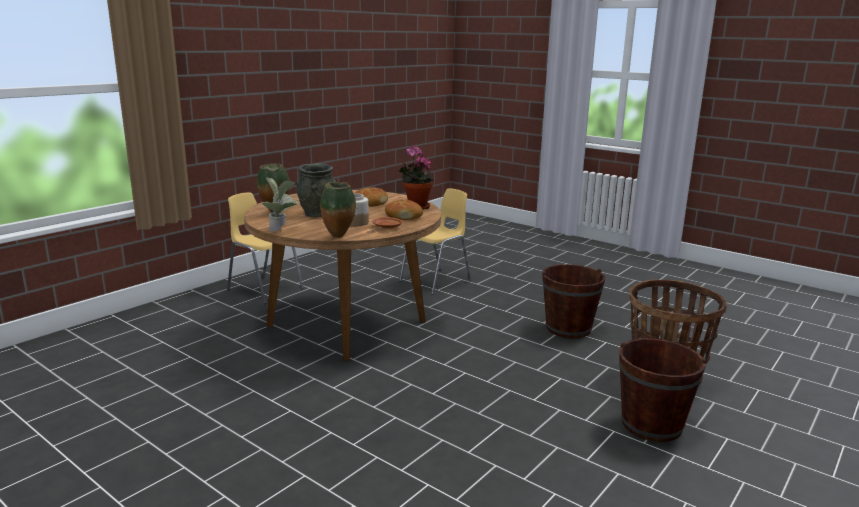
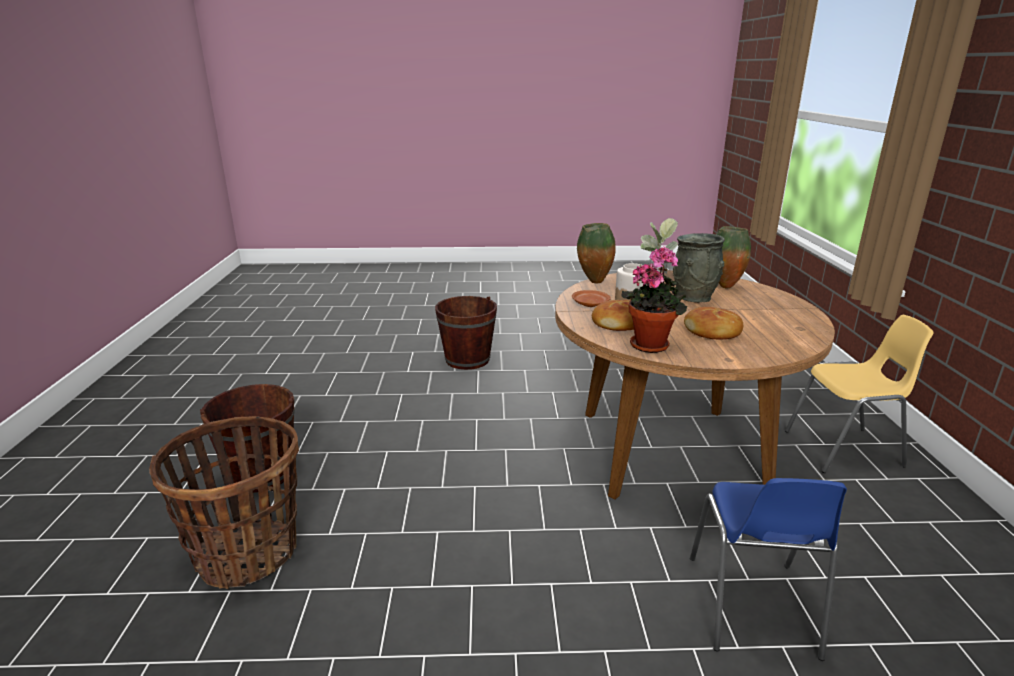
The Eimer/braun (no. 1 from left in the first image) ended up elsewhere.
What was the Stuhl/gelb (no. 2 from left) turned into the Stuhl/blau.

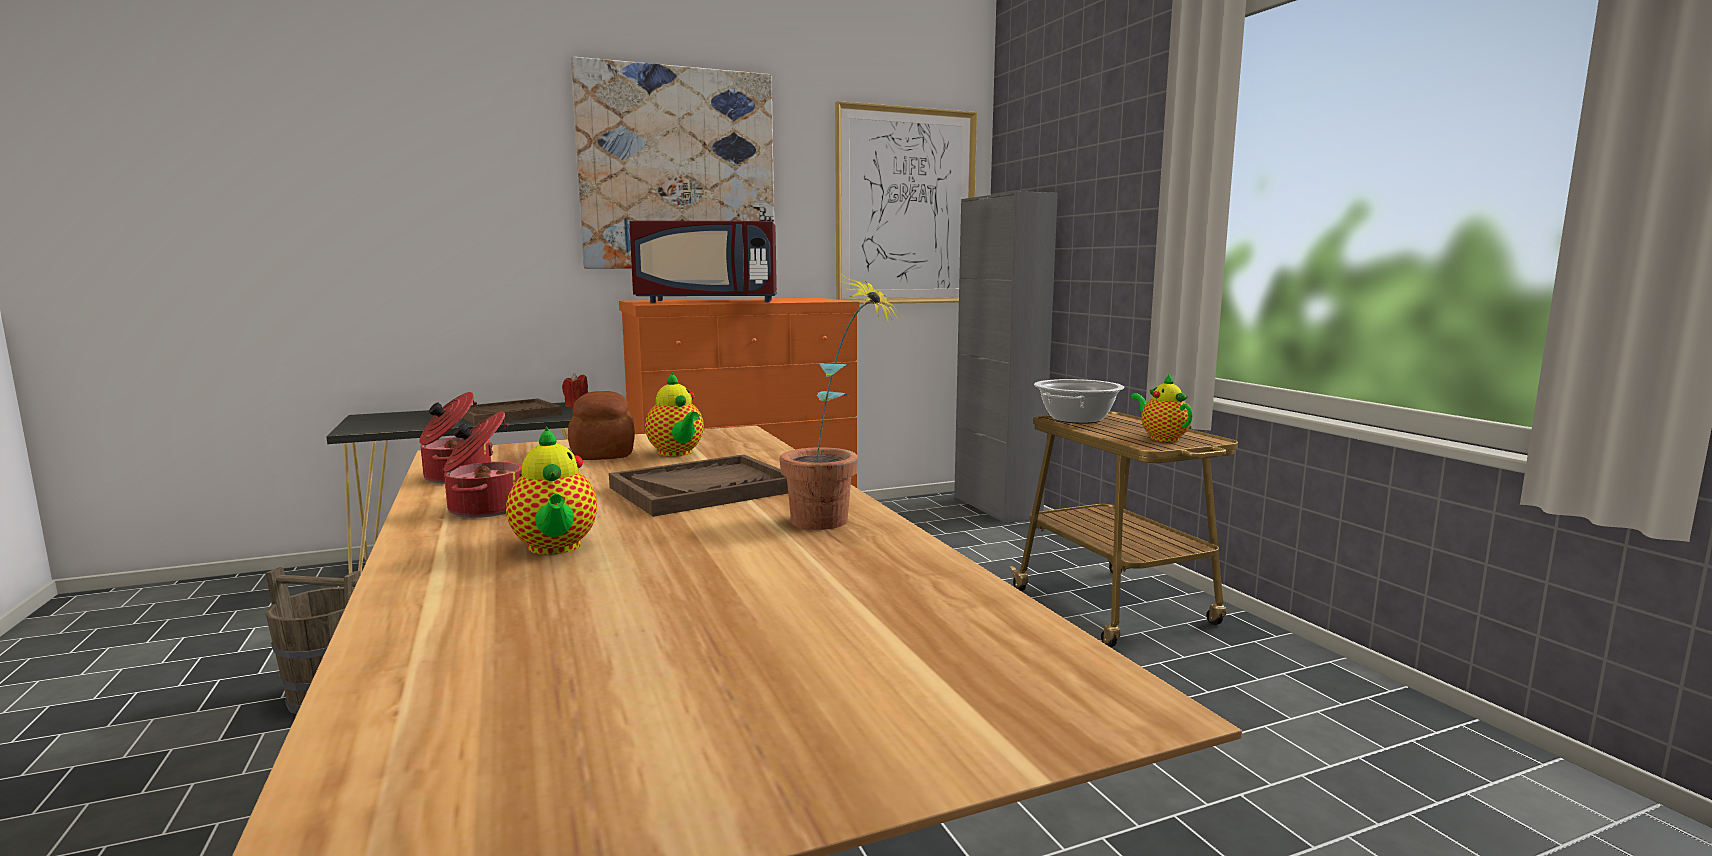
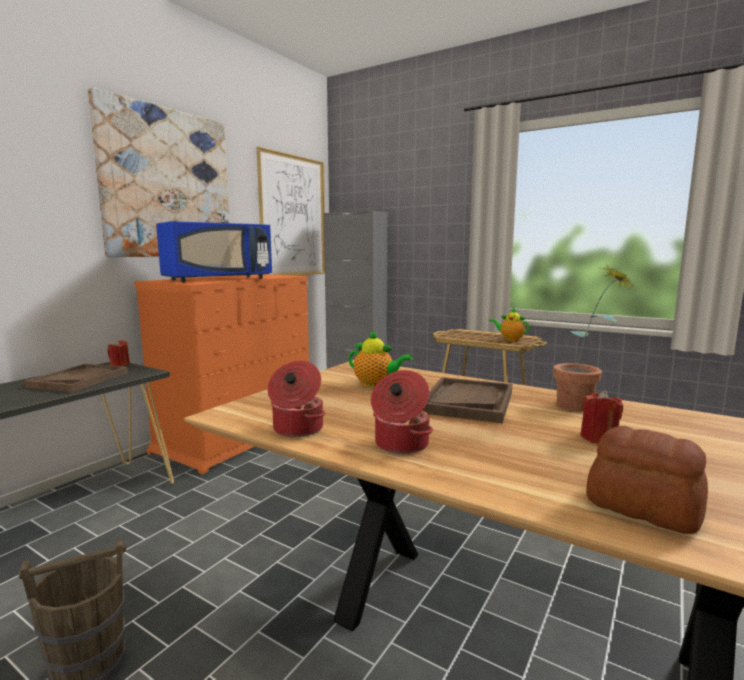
What was the Mikrowelle/rot turned into the Mikrowelle/blau.
The second view gained the Kerze/rot (no. 2 from left).
The Brot ended up elsewhere.
The second view lost the Teekanne (no. 1 from left).
The second view lost the Kochtopf (no. 3 from left).

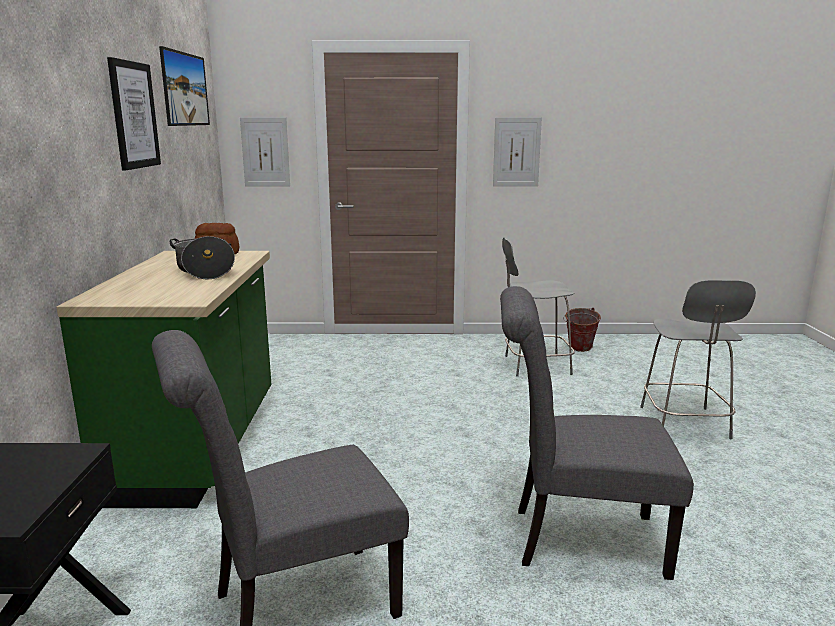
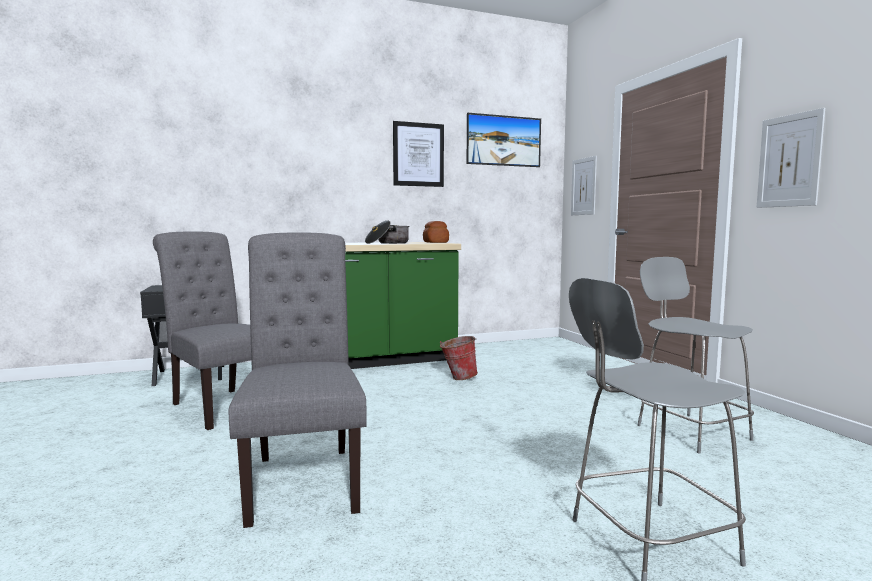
The Eimer ended up elsewhere.

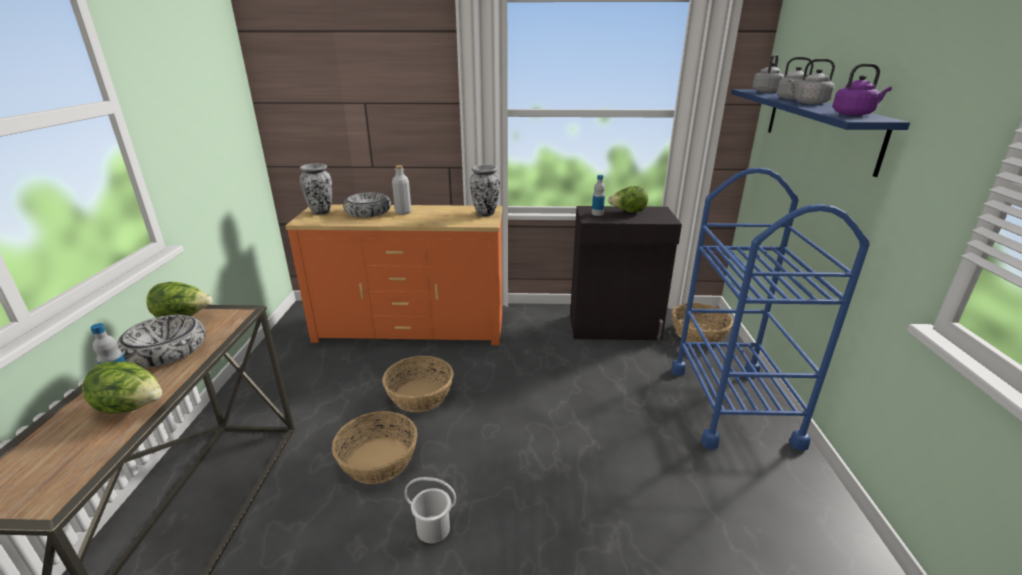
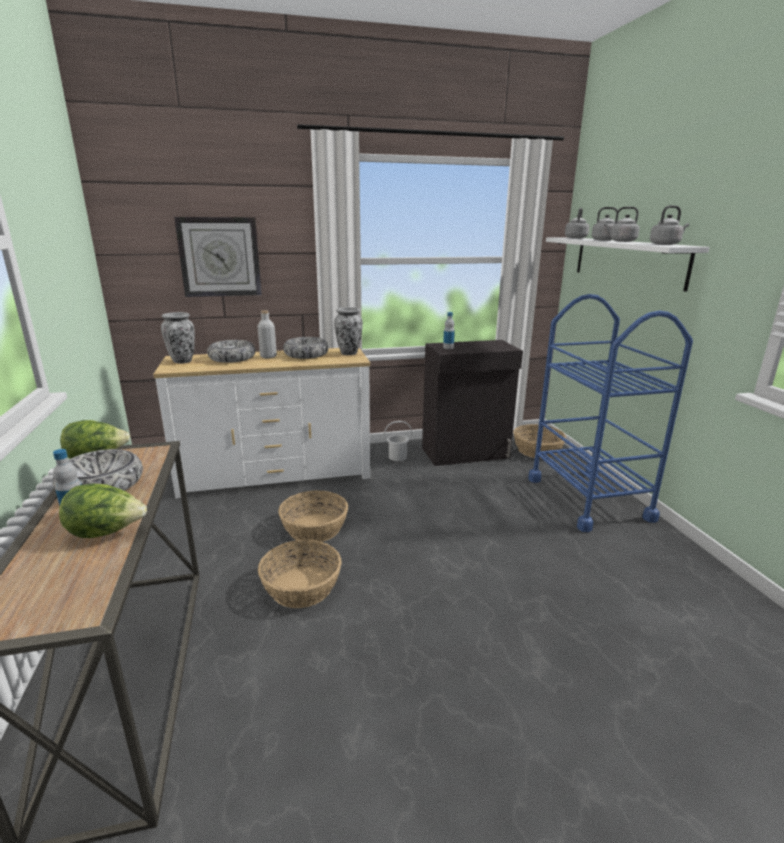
What was the Kommode/orange turned into the Kommode/weiß.
The second view gained the Wanduhr.
The second view gained the Schüssel (no. 3 from left).
The Eimer/weiß ended up elsewhere.
What was the Wandregal/blau turned into the Wandregal/weiß.
What was the Wasserkessel/lila turned into the Wasserkessel/grau (no. 4 from left).
The second view lost the Salatkopf (no. 3 from left).

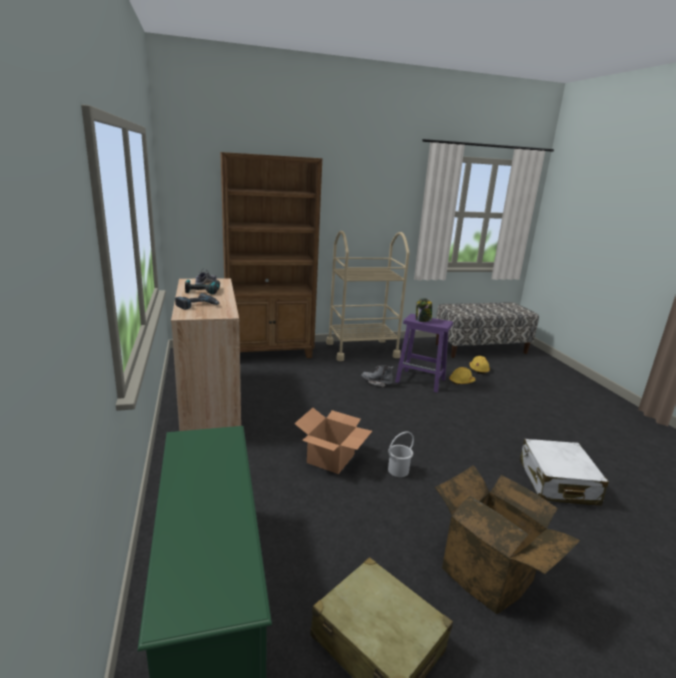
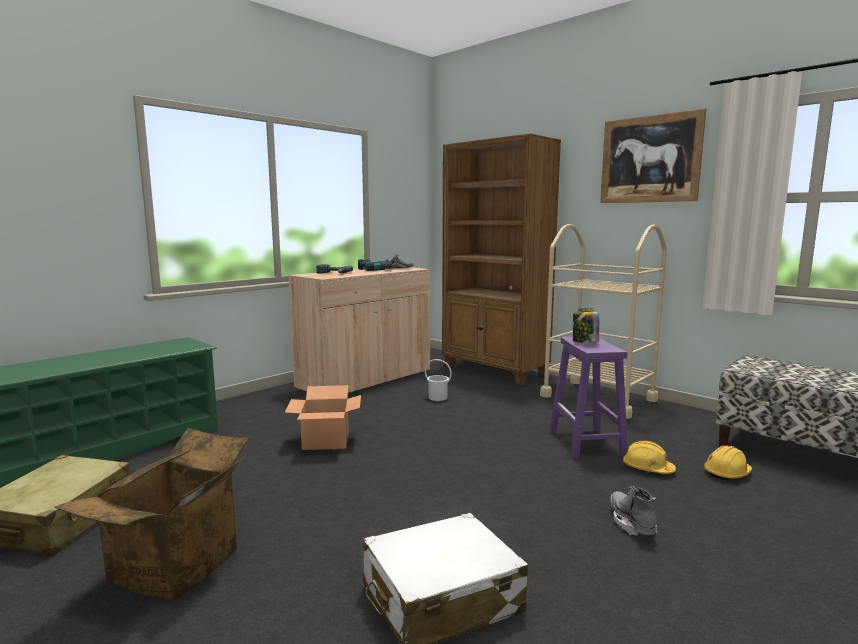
The Eimer/weiß ended up elsewhere.
The second view gained the Bild.
The Stiefel/grau ended up elsewhere.

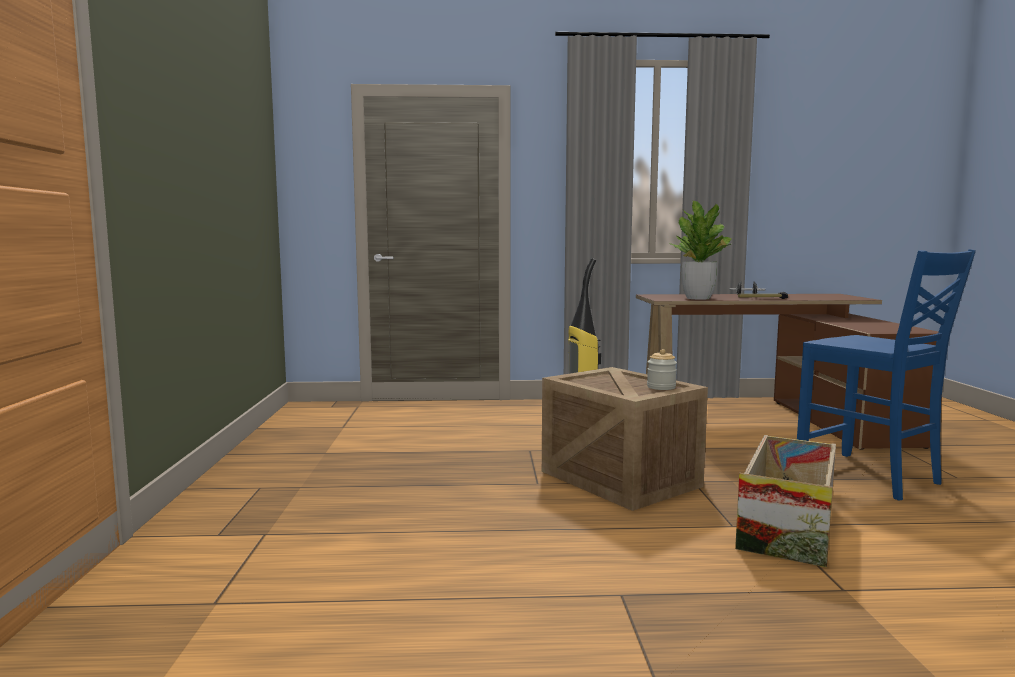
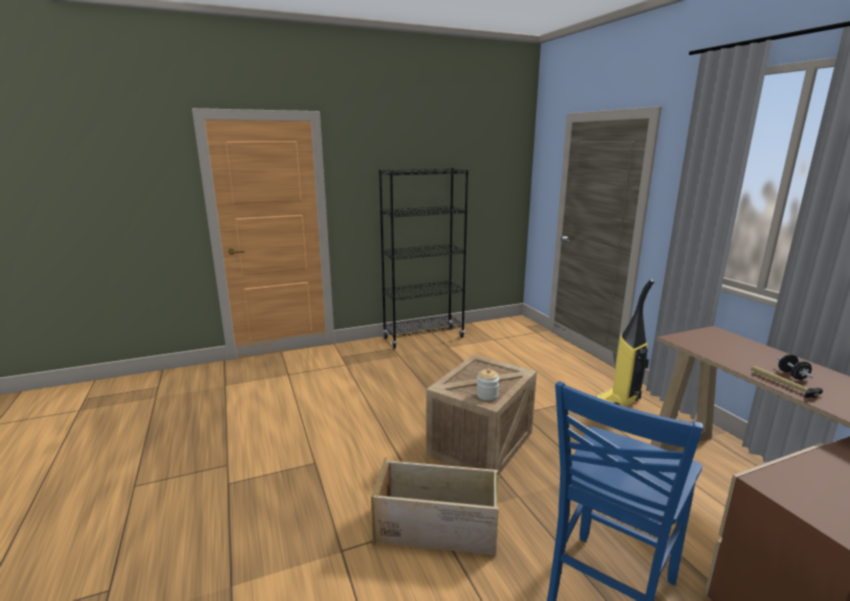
The second view gained the Bücherregal/schwarz.
The second view lost the Topfpflanze.

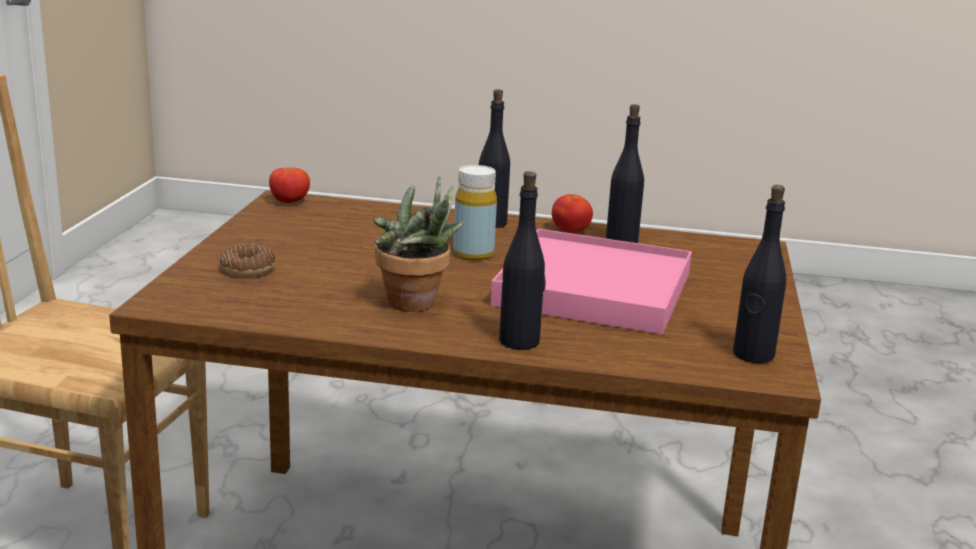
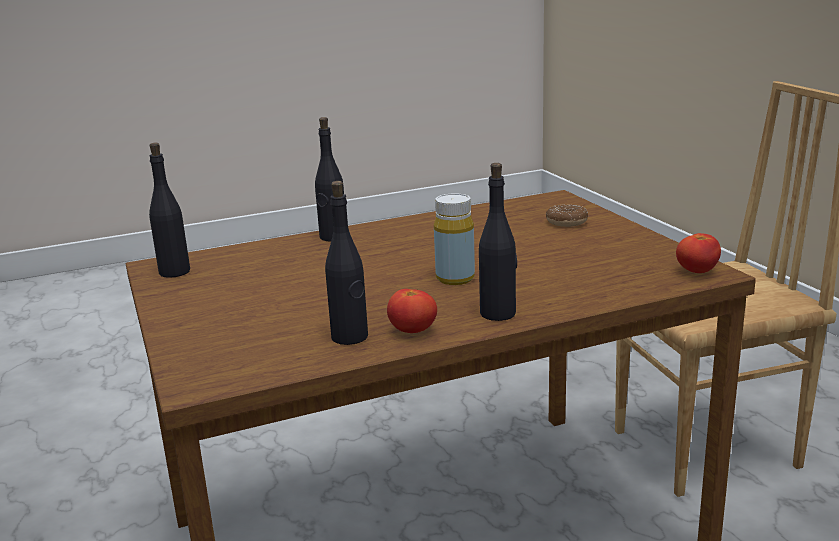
The second view lost the Topfpflanze.
The second view lost the Tablett/rosa.

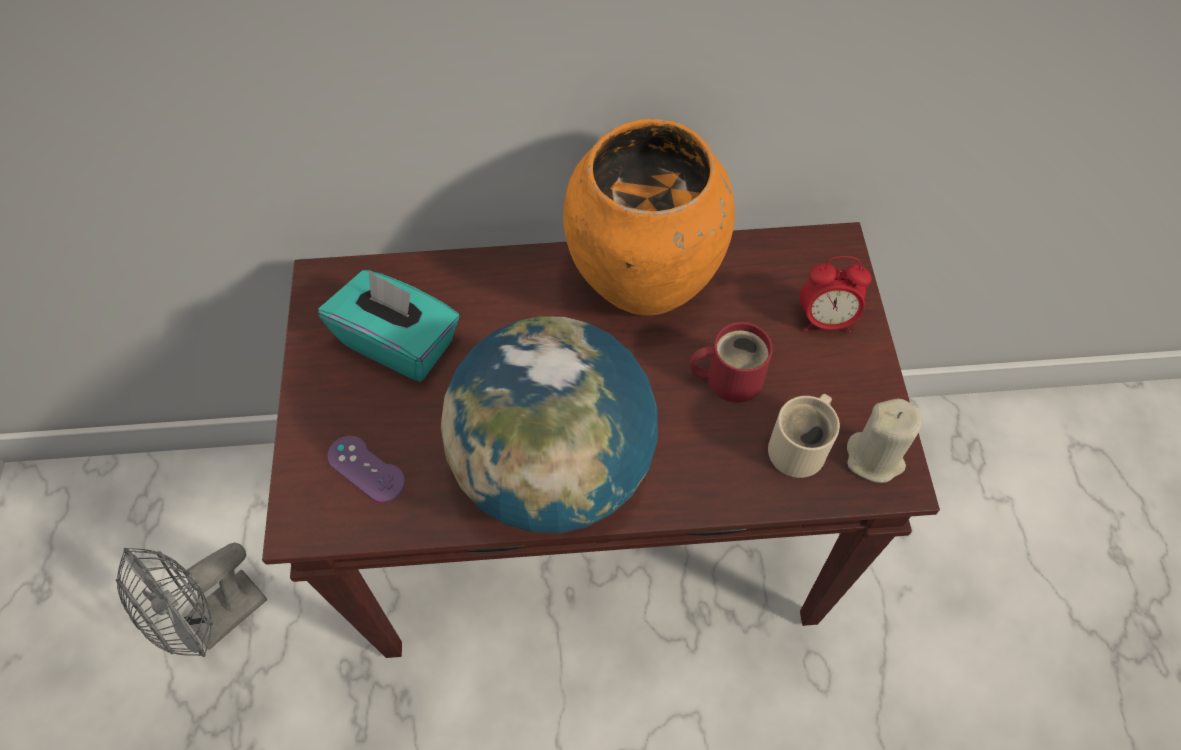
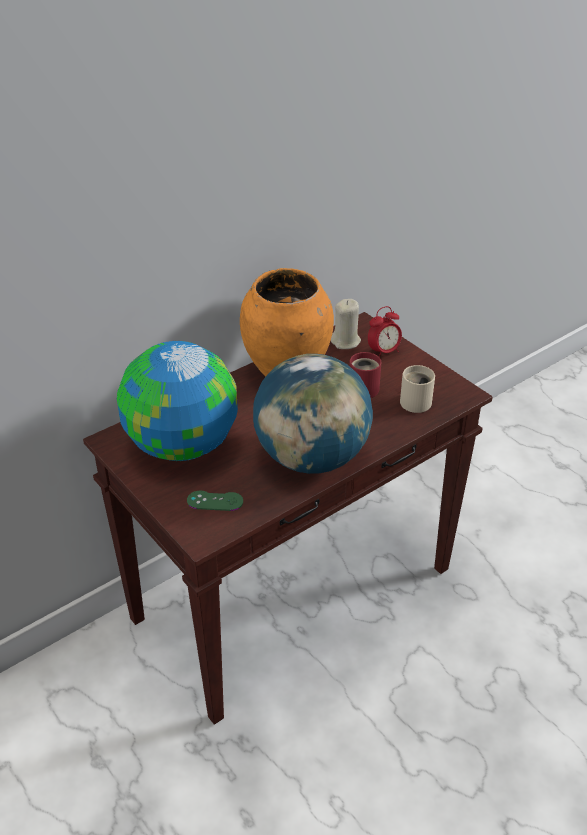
Where the Taschentuchbox/türkis stood, the Globus (no. 1 from left) came to stand.
What was the Gamepad/lila turned into the Gamepad/grün.
The Kerze/beige ended up elsewhere.
The second view lost the Ventilator/grau.

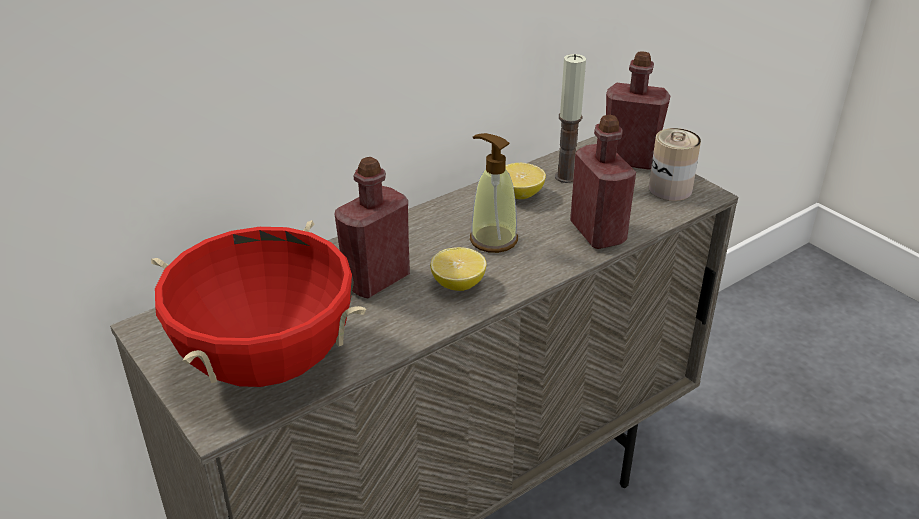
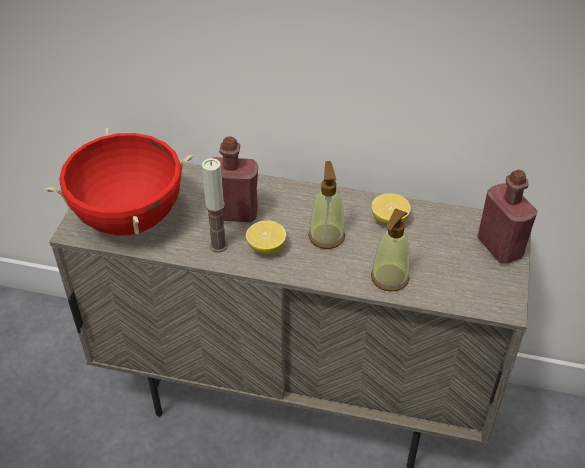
The Kerze ended up elsewhere.
Where the Flasche/rot (no. 2 from left) stood, the Seifenspender (no. 2 from left) came to stand.
The second view lost the Dose.

